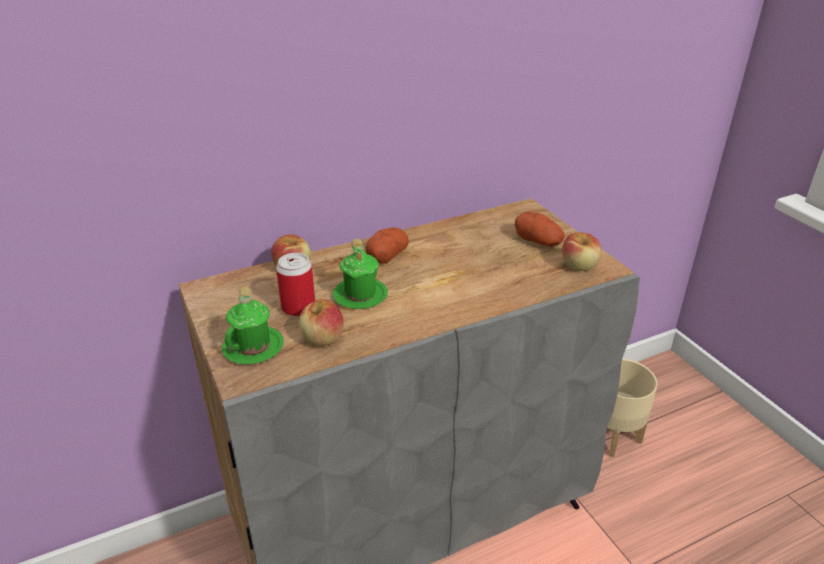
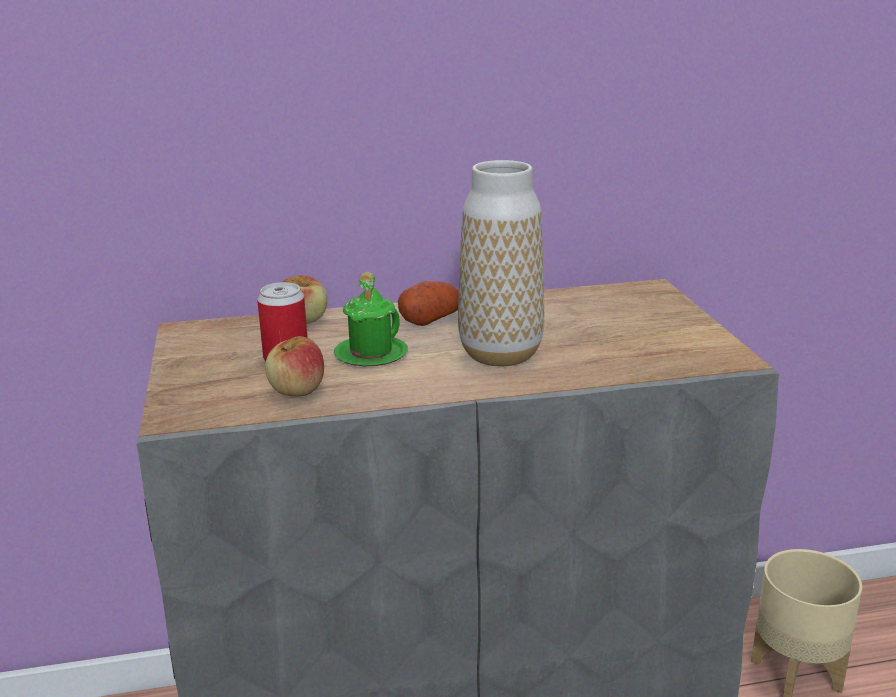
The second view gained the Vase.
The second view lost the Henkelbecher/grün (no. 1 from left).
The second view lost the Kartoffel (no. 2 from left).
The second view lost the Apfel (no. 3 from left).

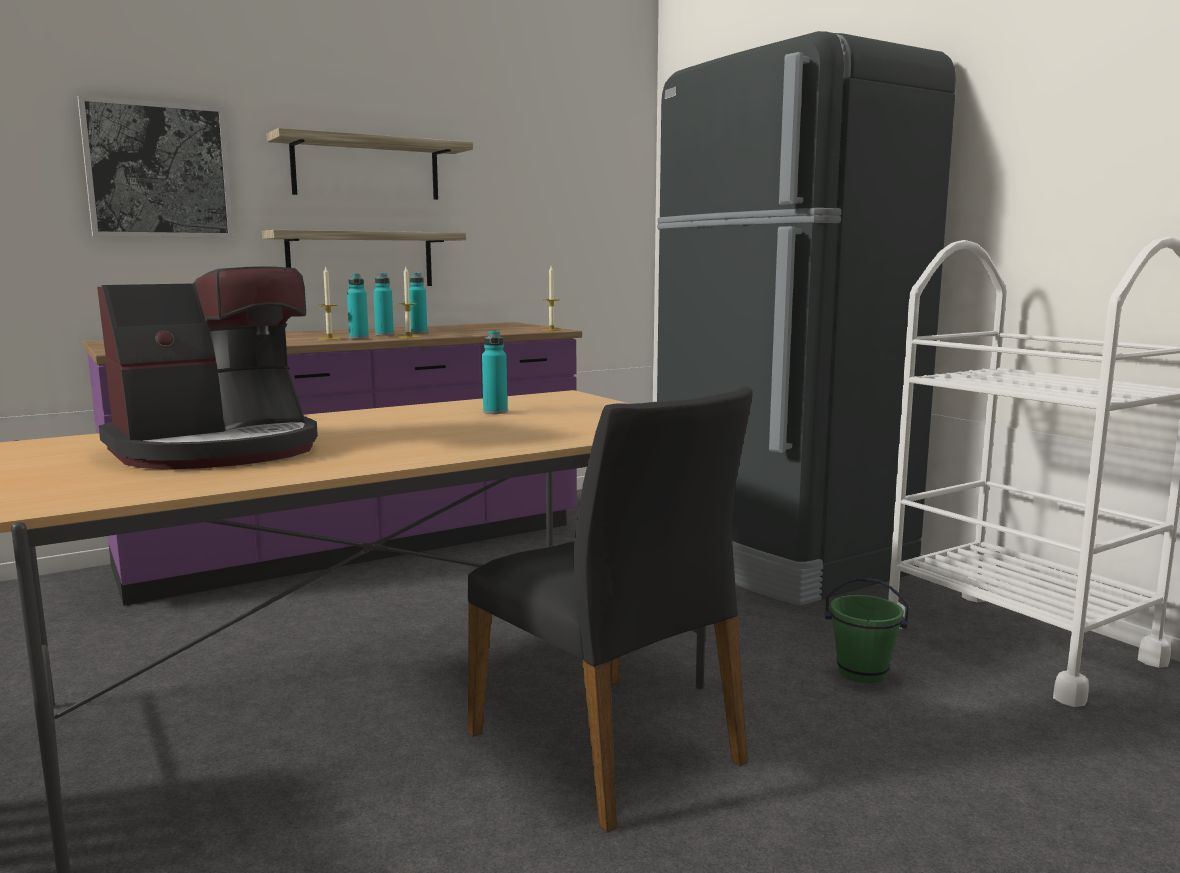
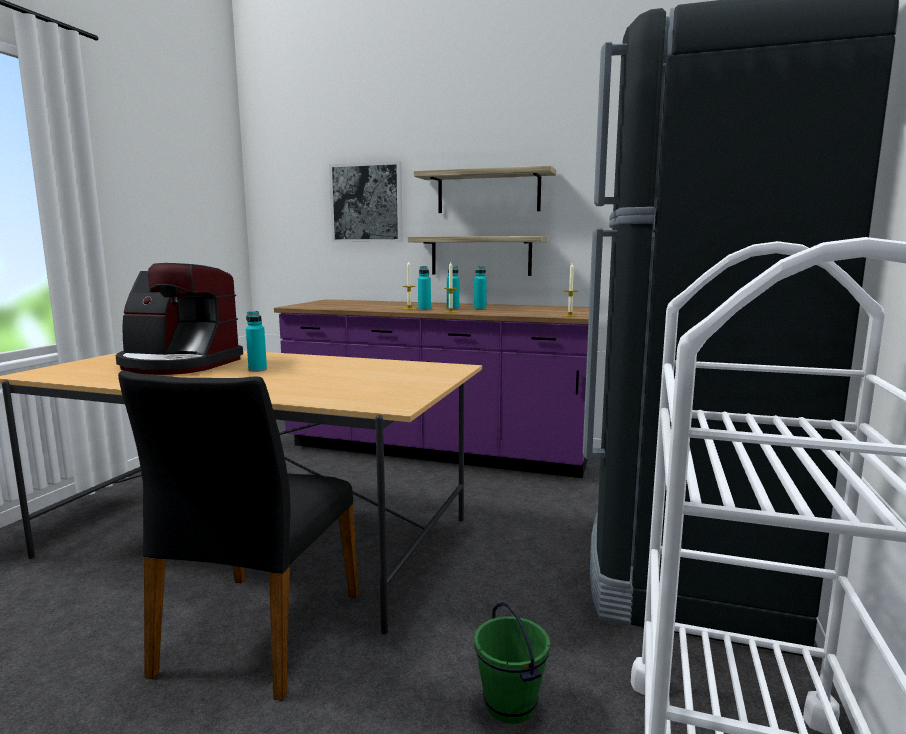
The Flasche/türkis (no. 4 from left in the first image) ended up elsewhere.

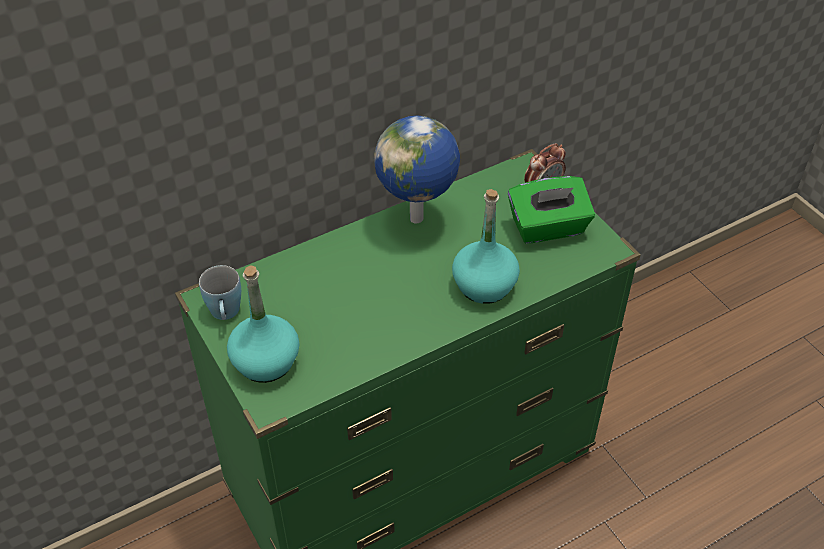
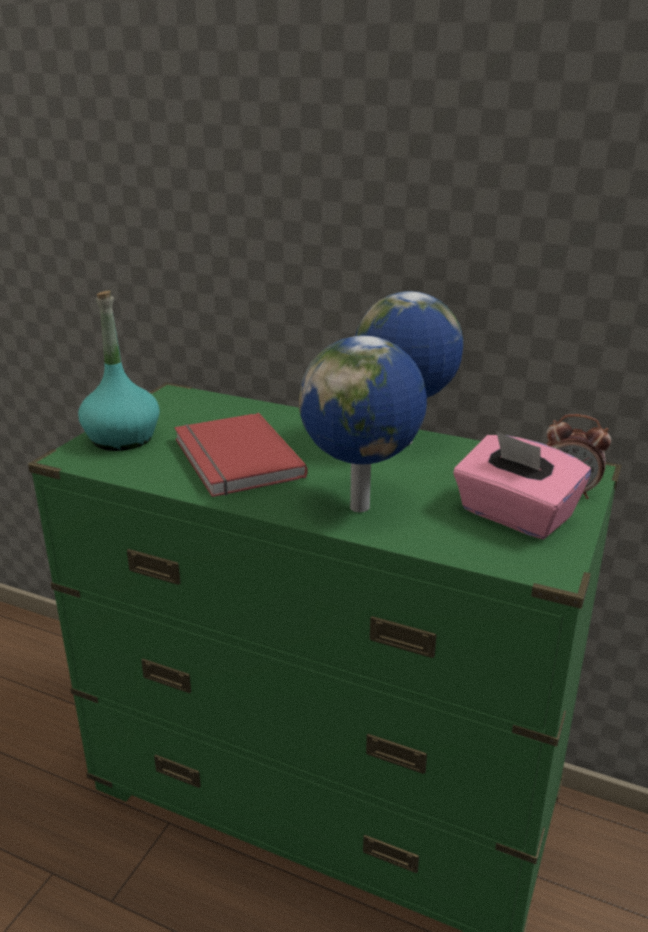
The second view gained the Buch/rot.
Where the Flasche/türkis (no. 2 from left) stood, the Globus (no. 1 from left) came to stand.
What was the Taschentuchbox/grün turned into the Taschentuchbox/rosa.
The second view lost the Henkelbecher/blau.

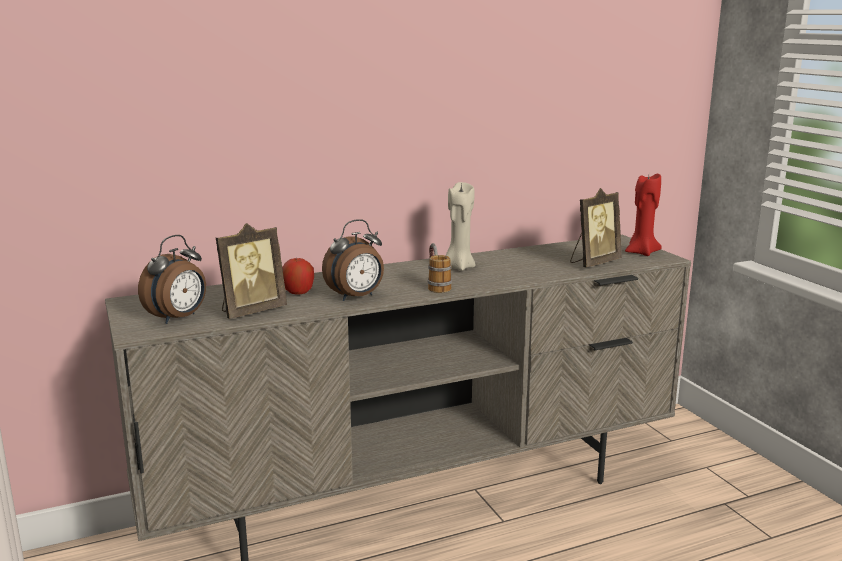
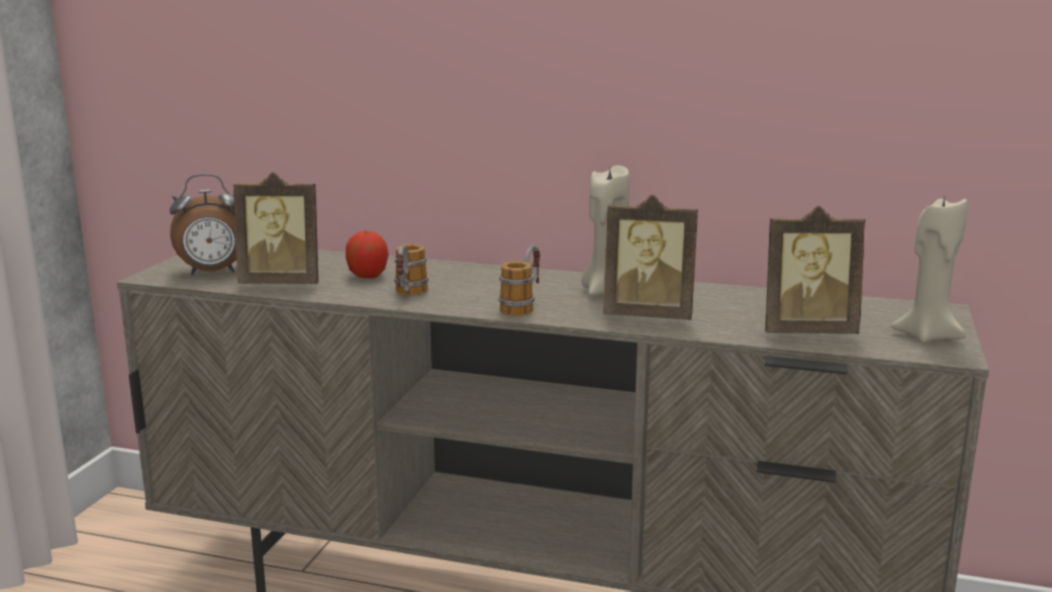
Where the Wecker (no. 2 from left) stood, the Henkelbecher (no. 1 from left) came to stand.
The second view gained the Bilderrahmen (no. 2 from left).
What was the Kerze/rot turned into the Kerze/beige (no. 2 from left).

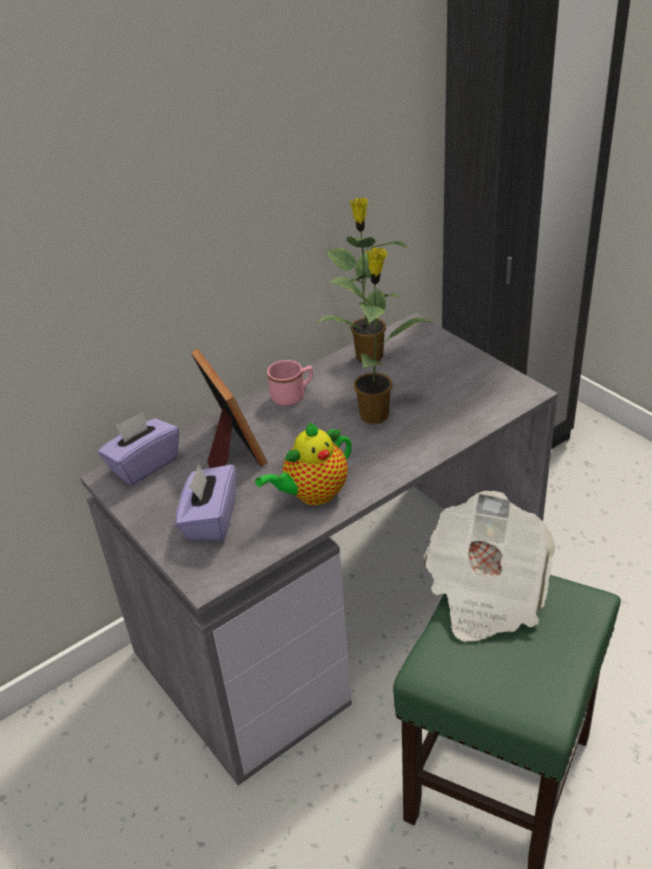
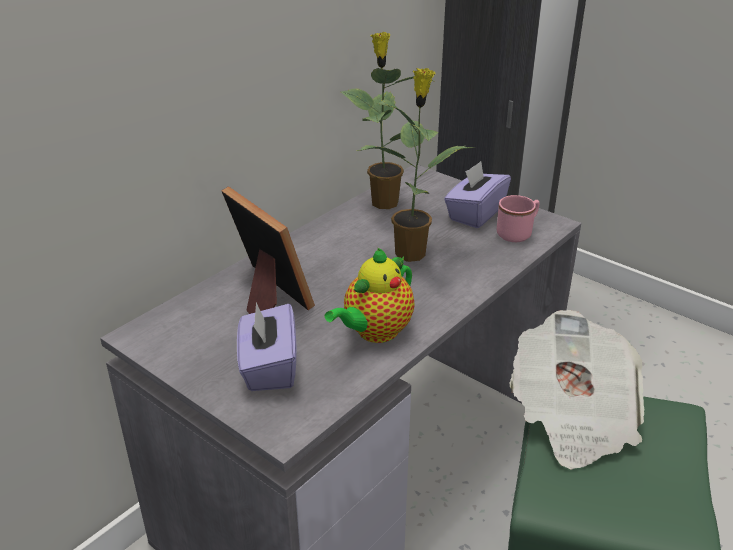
The Taschentuchbox/lila (no. 1 from left in the first image) ended up elsewhere.
The Henkelbecher/rosa ended up elsewhere.

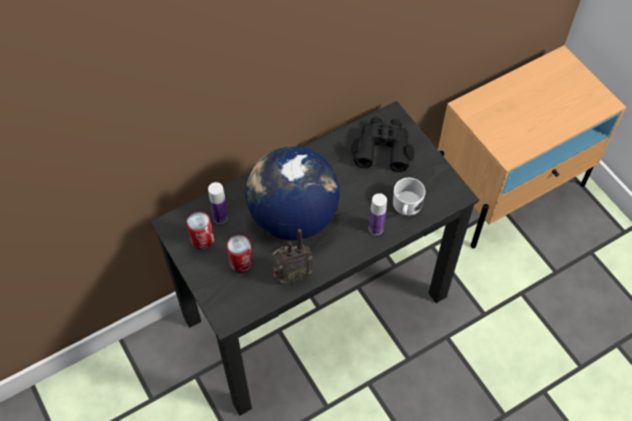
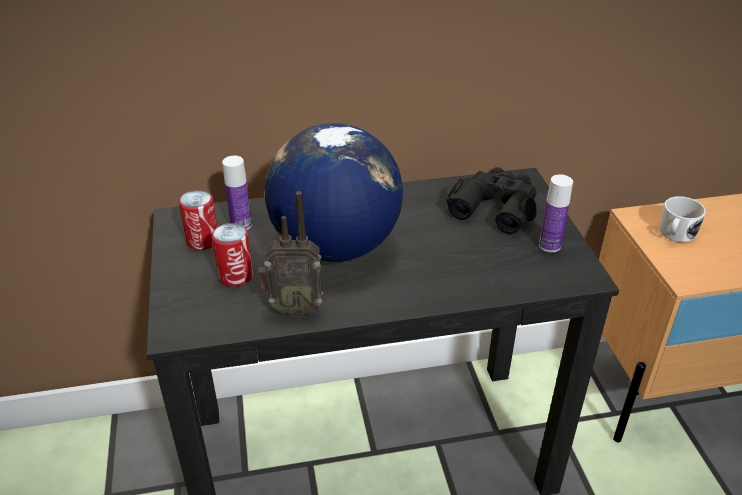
The Flasche (no. 2 from left) ended up elsewhere.
The Henkelbecher/weiß ended up elsewhere.

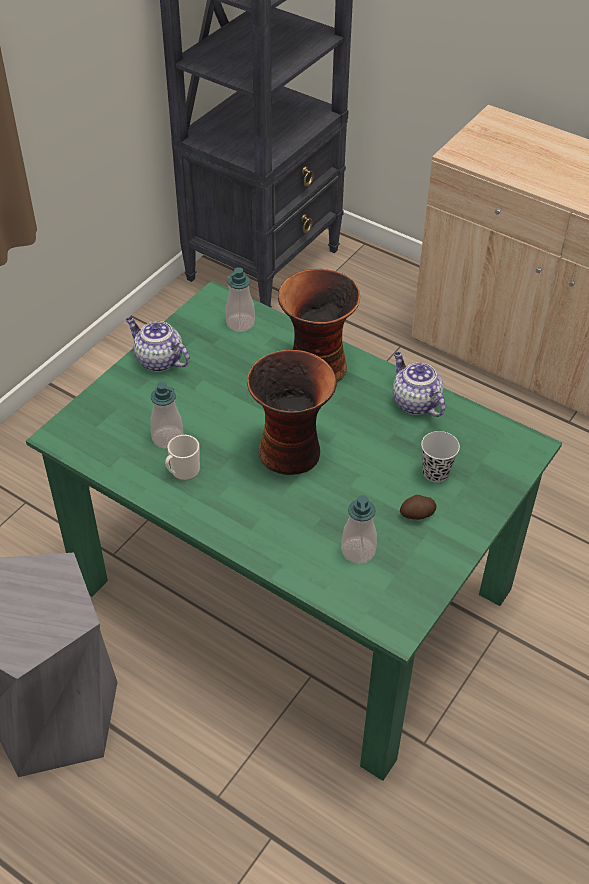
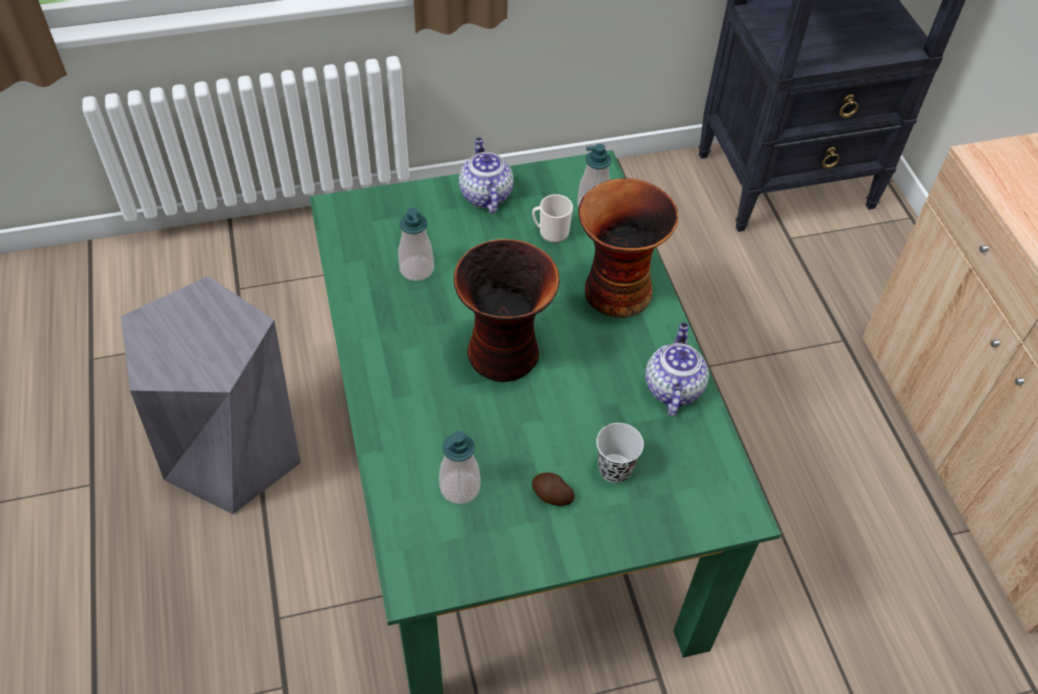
The Henkelbecher ended up elsewhere.

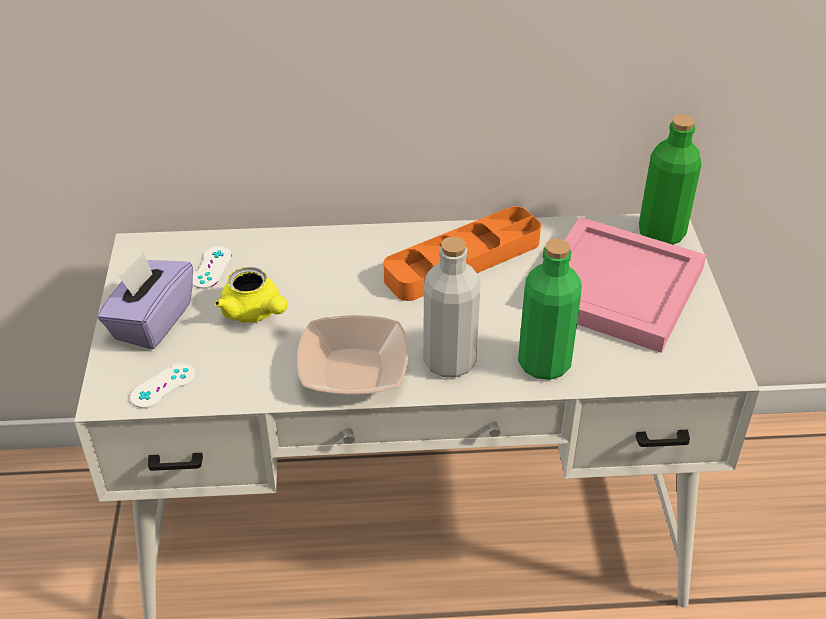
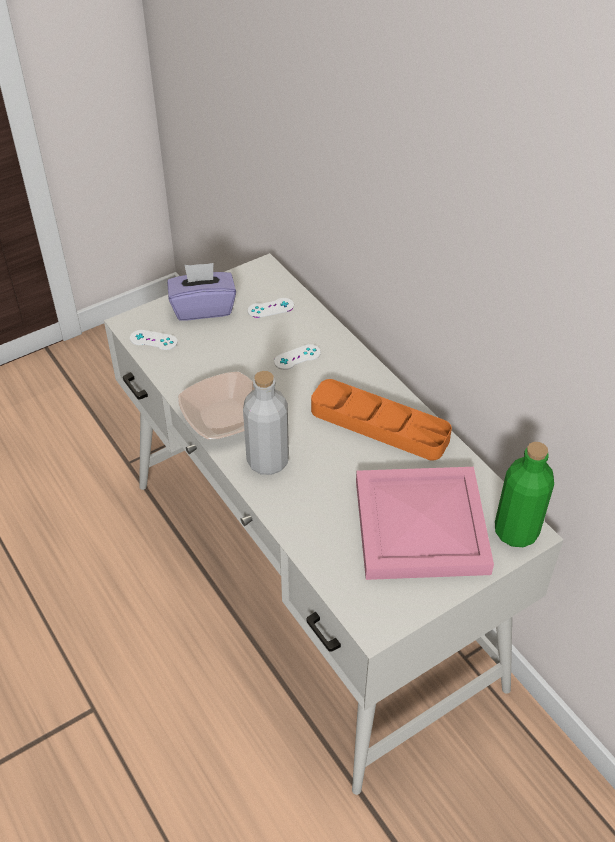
The second view gained the Gamepad/weiß (no. 3 from left).
The second view lost the Teekanne/gelb.
The second view lost the Flasche/grün (no. 1 from left).

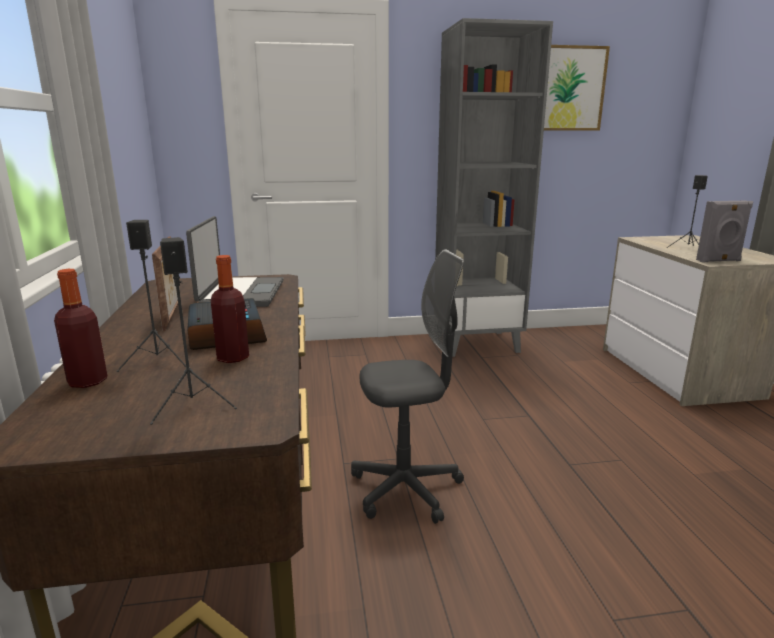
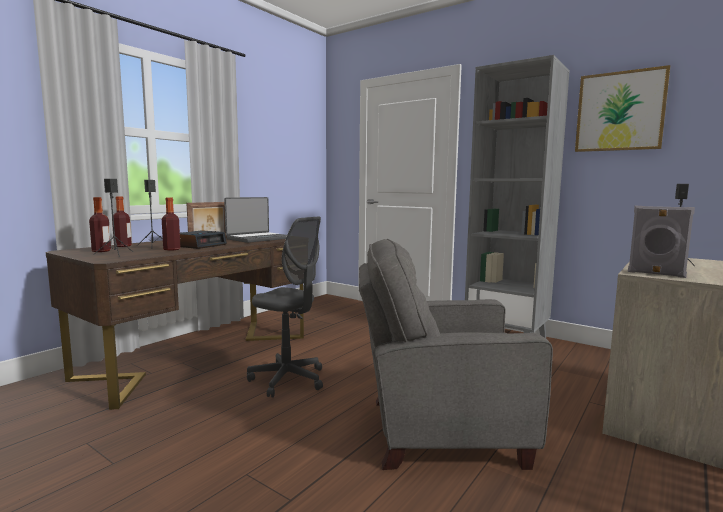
The second view gained the Flasche (no. 1 from left).
The second view gained the Sessel/grau.

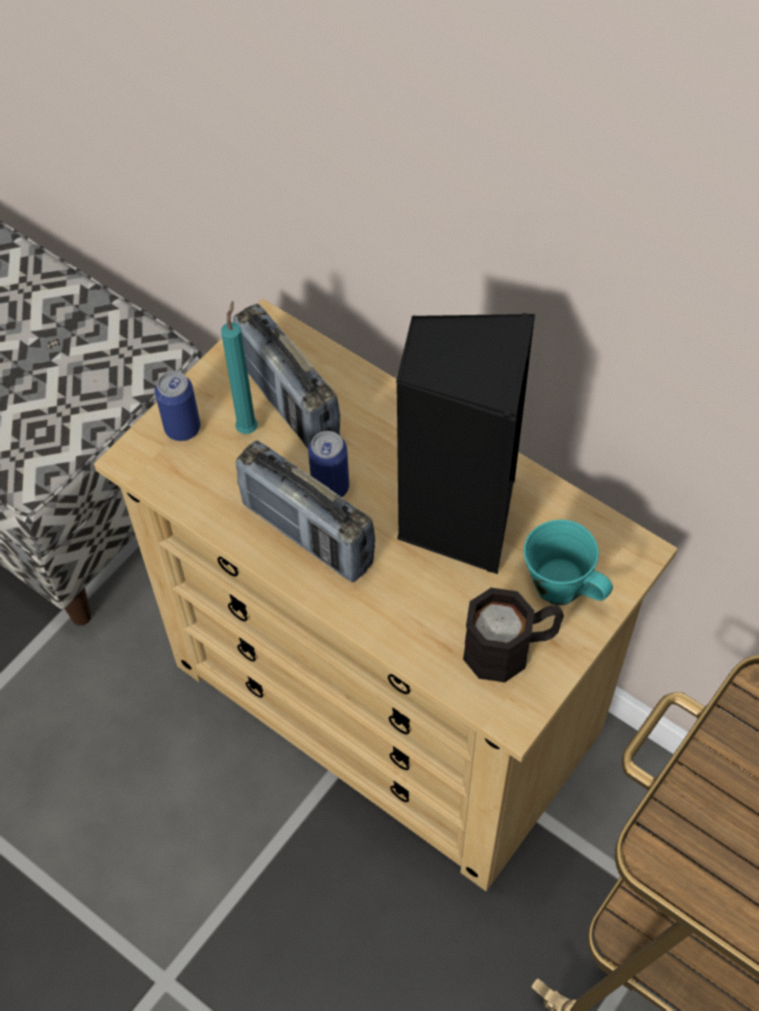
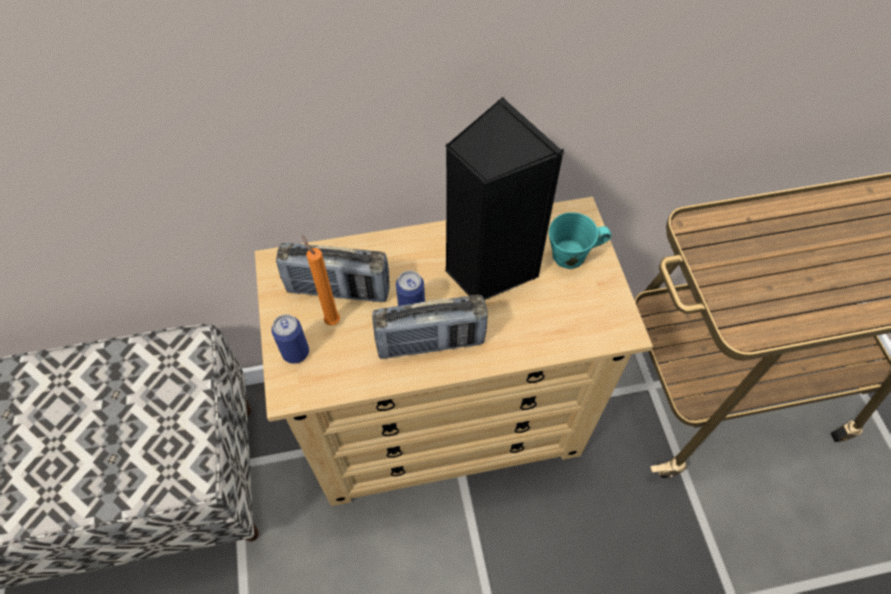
What was the Kerze/türkis turned into the Kerze/orange.
The second view lost the Henkelbecher/schwarz.

